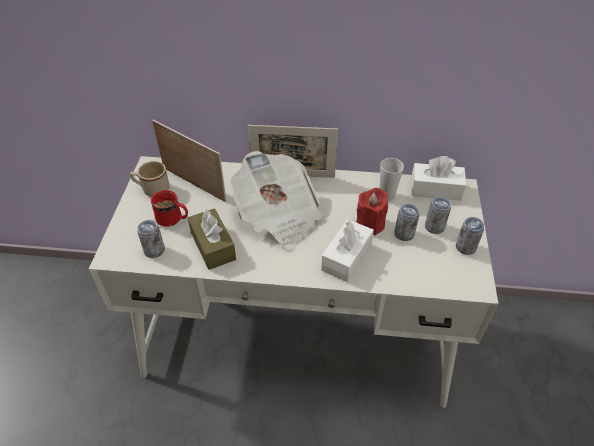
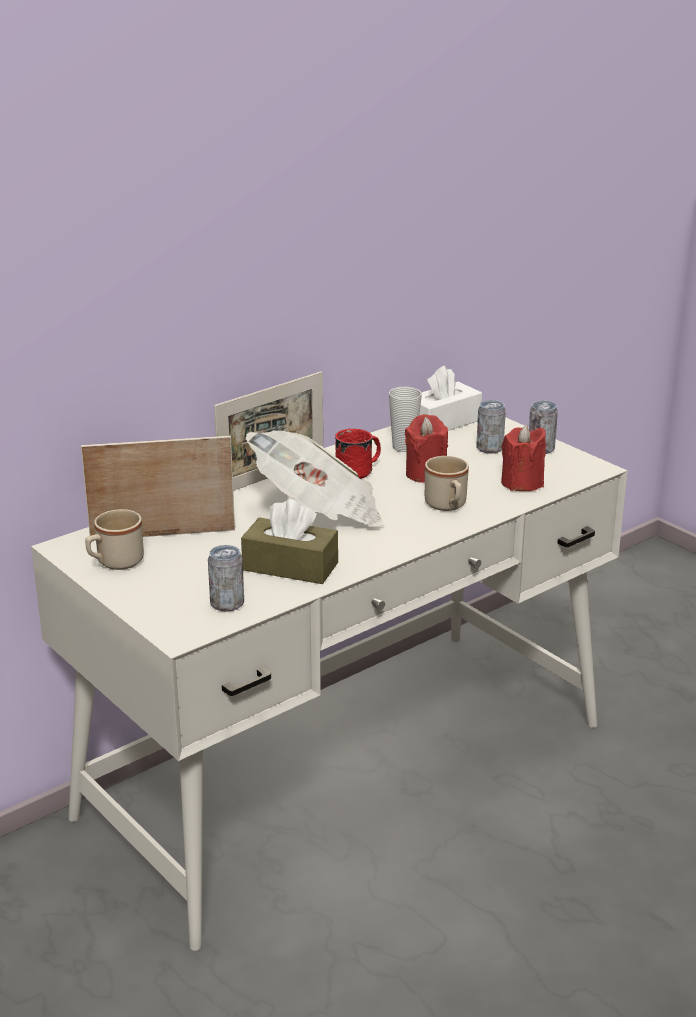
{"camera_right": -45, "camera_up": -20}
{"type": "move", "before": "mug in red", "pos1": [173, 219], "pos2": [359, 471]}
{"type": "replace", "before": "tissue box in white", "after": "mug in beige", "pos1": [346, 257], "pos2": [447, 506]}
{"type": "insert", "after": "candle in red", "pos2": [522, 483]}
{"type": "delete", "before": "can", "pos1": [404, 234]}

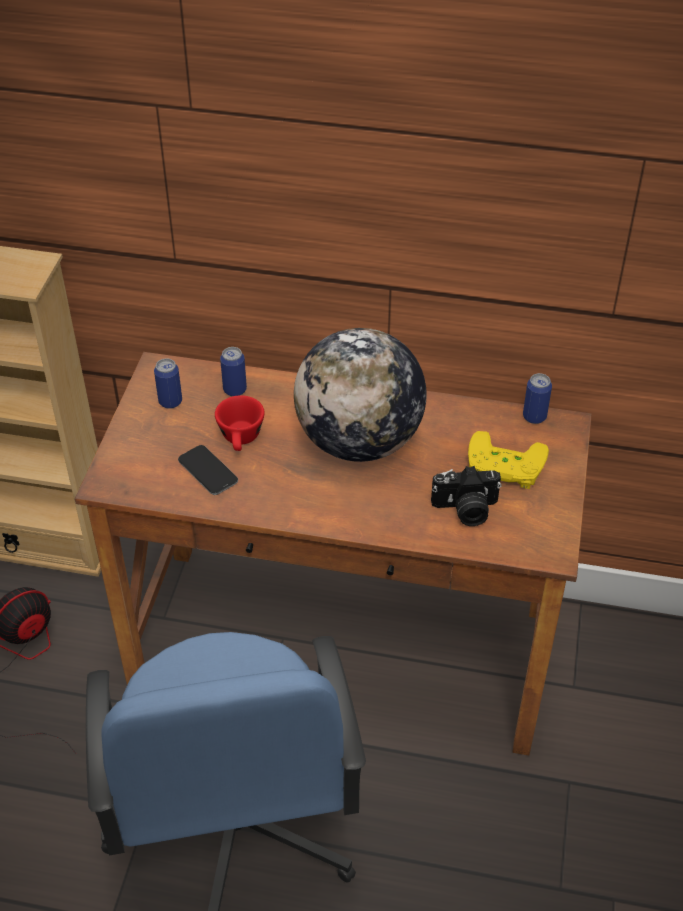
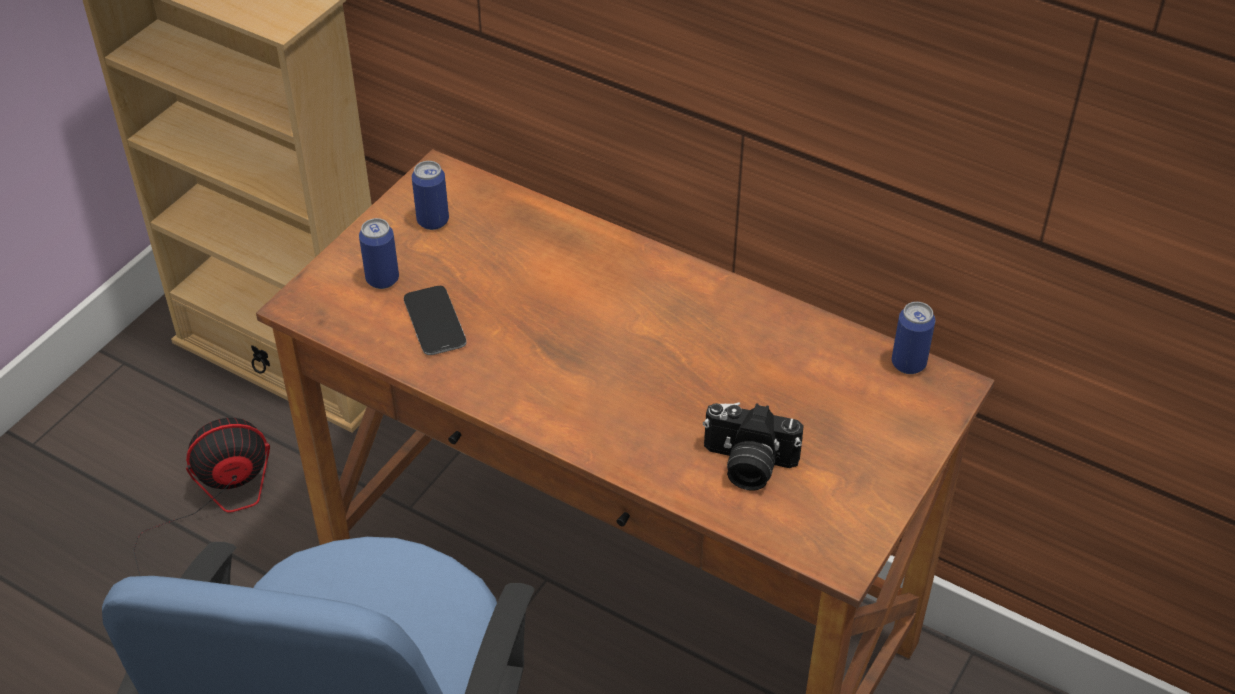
{"camera_right": 20, "camera_up": 0}
{"type": "move", "before": "can", "pos1": [235, 390], "pos2": [382, 279]}
{"type": "delete", "before": "cup in red", "pos1": [241, 439]}
{"type": "delete", "before": "globe", "pos1": [359, 441]}
{"type": "delete", "before": "game controller in yellow", "pos1": [503, 467]}

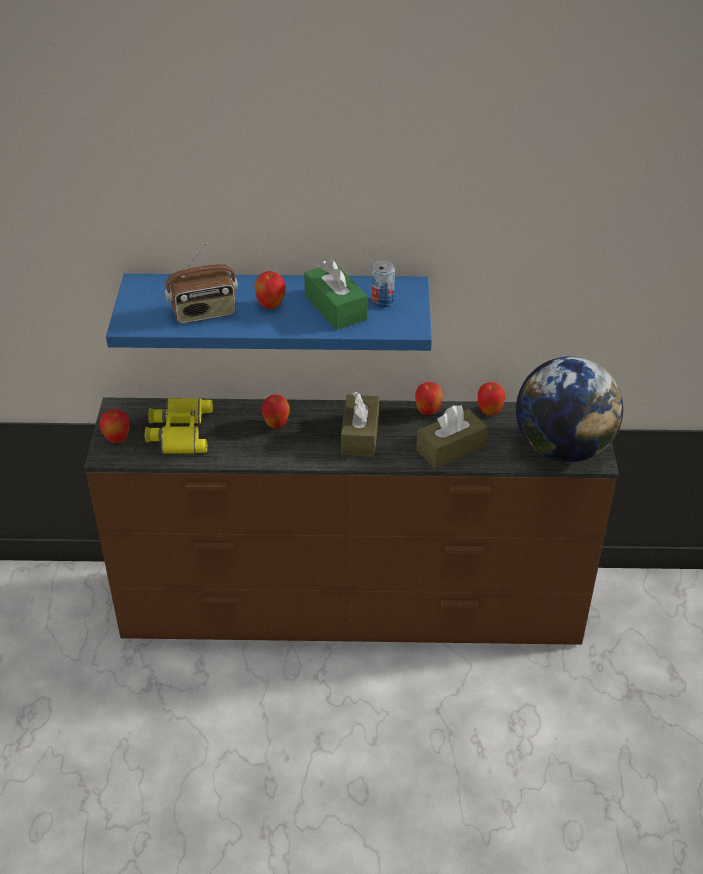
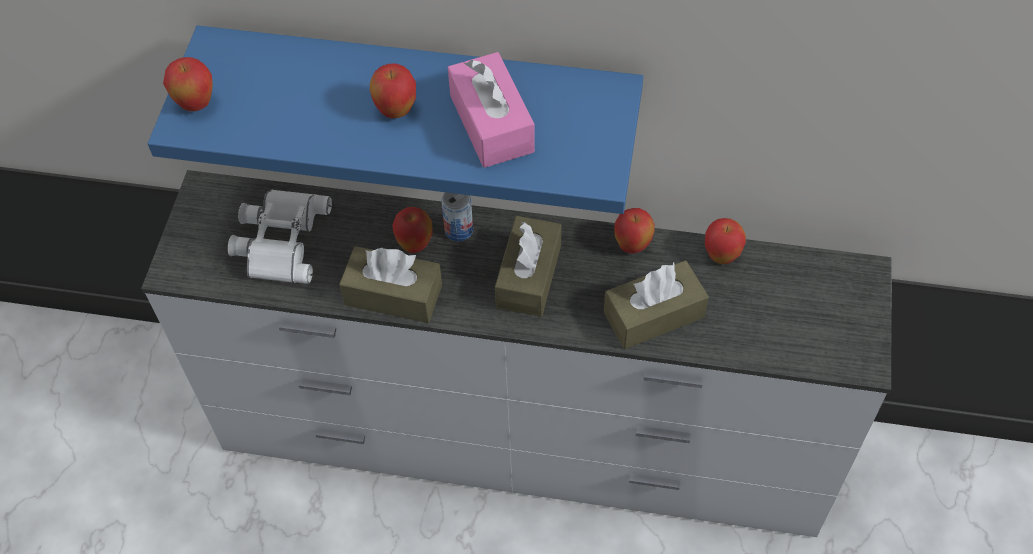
{"camera_right": 10, "camera_up": 15}
{"type": "recolor", "before": "dresser in brown", "after": "dresser in white", "pos1": [352, 608], "pos2": [523, 441]}
{"type": "move", "before": "apple", "pos1": [117, 440], "pos2": [196, 104]}
{"type": "recolor", "before": "binoculars in yellow", "after": "binoculars in white", "pos1": [178, 431], "pos2": [279, 240]}
{"type": "insert", "after": "tissue box in brown", "pos2": [393, 295]}
{"type": "move", "before": "can", "pos1": [382, 302], "pos2": [459, 230]}
{"type": "recolor", "before": "tissue box in green", "after": "tissue box in pink", "pos1": [335, 307], "pos2": [491, 123]}
{"type": "delete", "before": "radio", "pos1": [204, 313]}
{"type": "delete", "before": "globe", "pos1": [562, 448]}

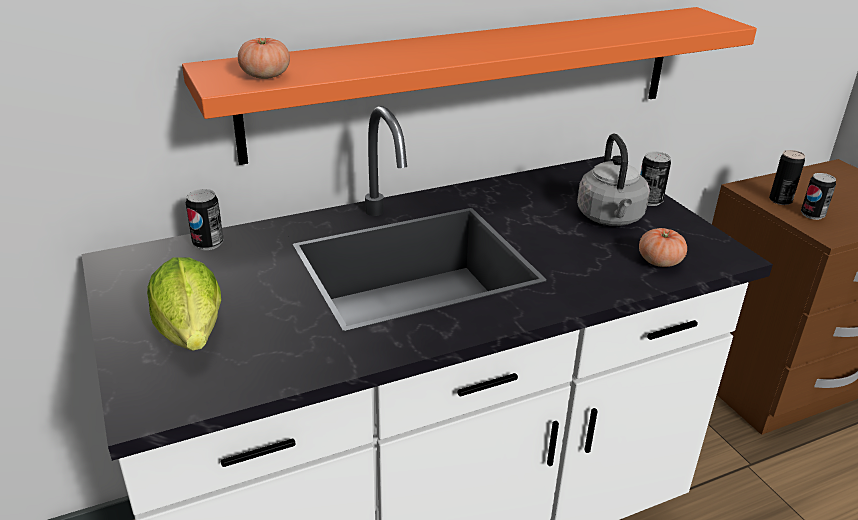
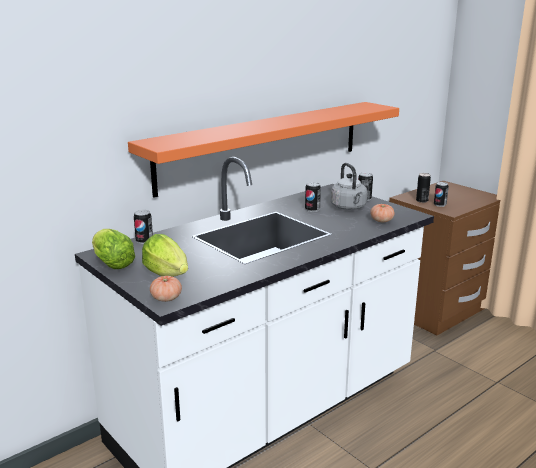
{"camera_right": -15, "camera_up": -10}
{"type": "insert", "after": "lettuce", "pos2": [111, 263]}
{"type": "move", "before": "tomato", "pos1": [265, 76], "pos2": [166, 298]}
{"type": "insert", "after": "can", "pos2": [312, 210]}

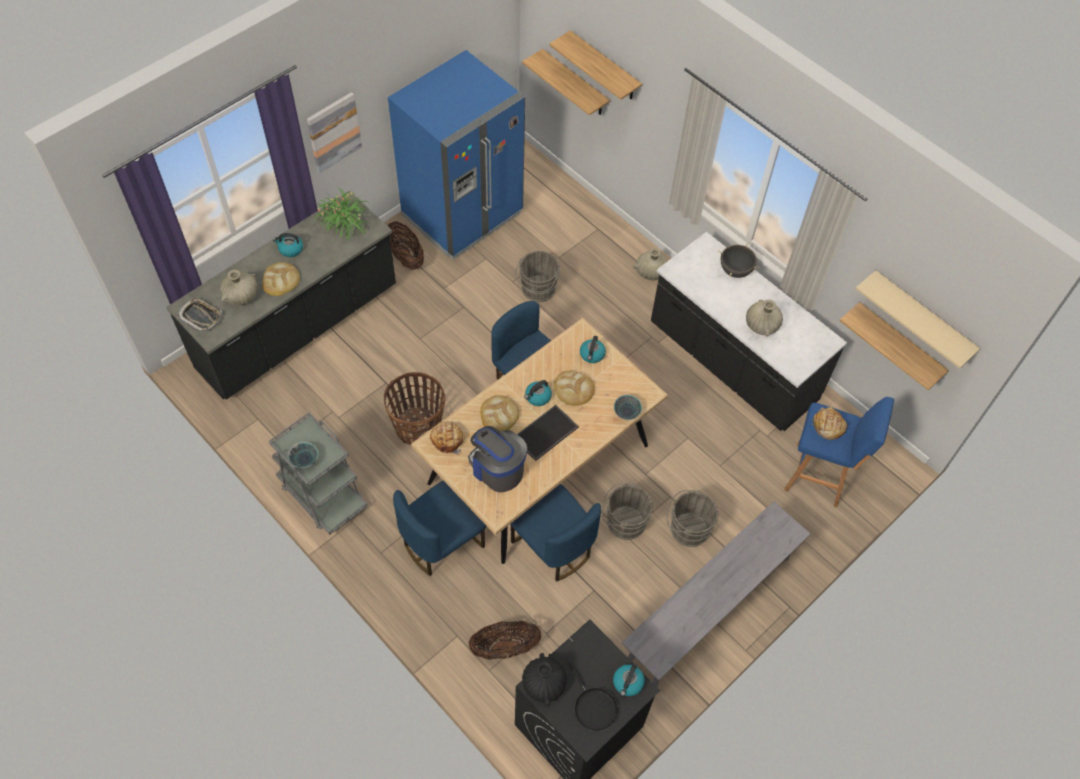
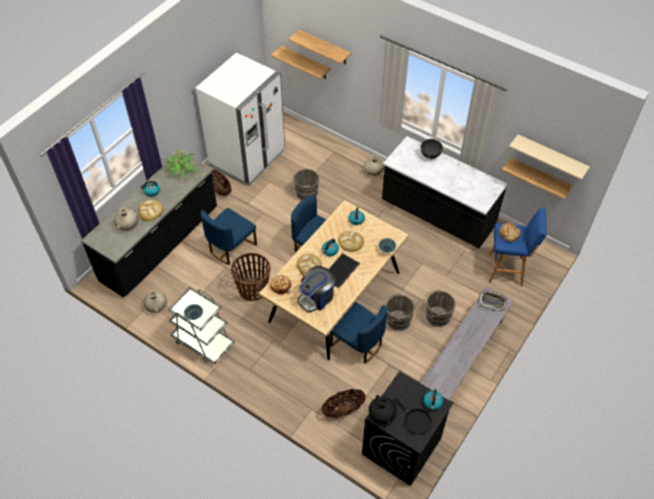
{"camera_right": -10, "camera_up": -5}
{"type": "move", "before": "vase in beige", "pos1": [761, 325], "pos2": [156, 306]}
{"type": "recolor", "before": "fridge in blue", "after": "fridge in white", "pos1": [462, 215], "pos2": [247, 158]}
{"type": "move", "before": "chair in blue", "pos1": [441, 542], "pos2": [231, 247]}
{"type": "rotate", "before": "coffee machine", "pos1": [497, 469], "pos2": [316, 297], "turn": -75}
{"type": "move", "before": "tray", "pos1": [201, 316], "pos2": [492, 301]}
{"type": "delete", "before": "picture", "pos1": [334, 132]}

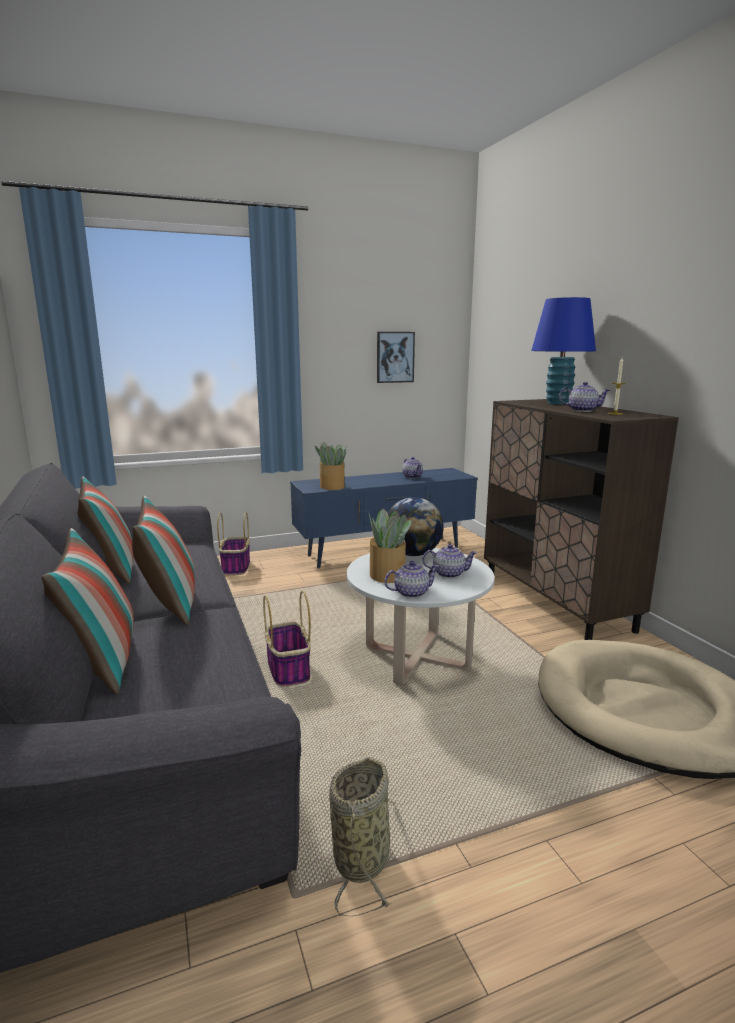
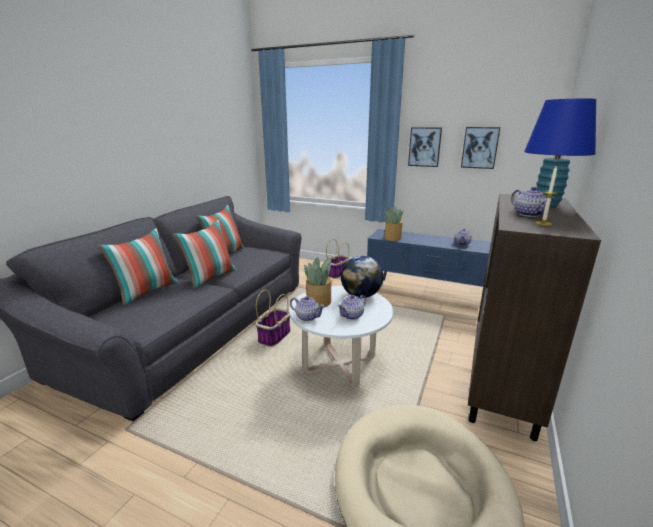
{"camera_right": 45, "camera_up": 5}
{"type": "rotate", "before": "teapot", "pos1": [448, 574], "pos2": [352, 315], "turn": 90}
{"type": "insert", "after": "picture", "pos2": [424, 147]}
{"type": "delete", "before": "basket", "pos1": [363, 856]}

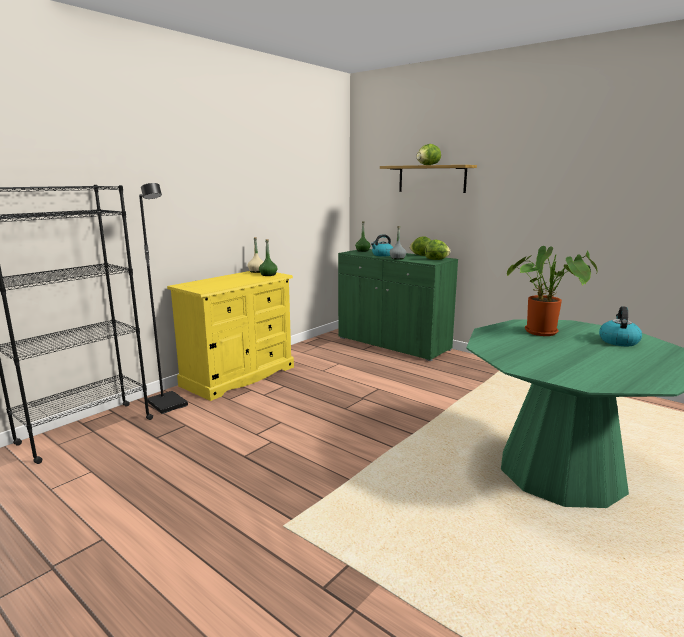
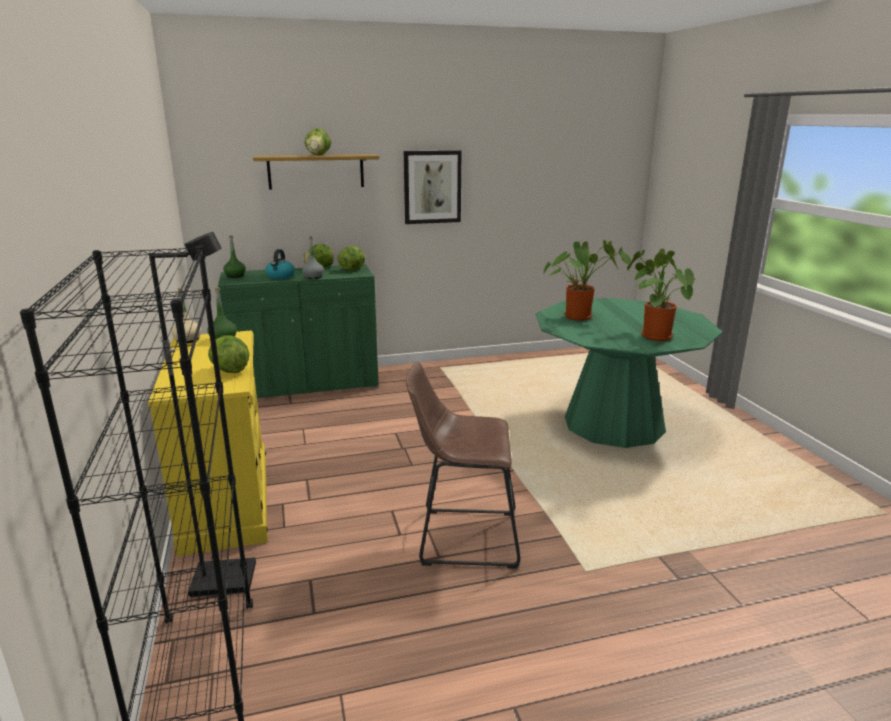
{"camera_right": -55, "camera_up": 5}
{"type": "insert", "after": "lettuce", "pos2": [229, 371]}
{"type": "insert", "after": "picture", "pos2": [432, 187]}
{"type": "insert", "after": "stool in brown", "pos2": [462, 537]}
{"type": "insert", "after": "potted plant", "pos2": [653, 336]}
{"type": "delete", "before": "kettle", "pos1": [618, 341]}

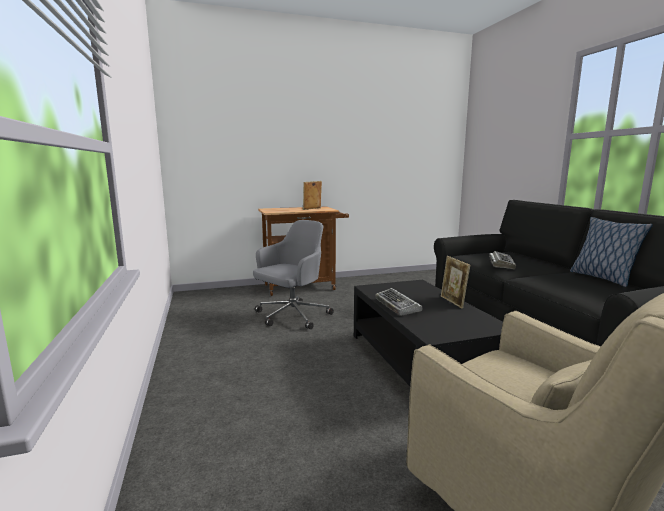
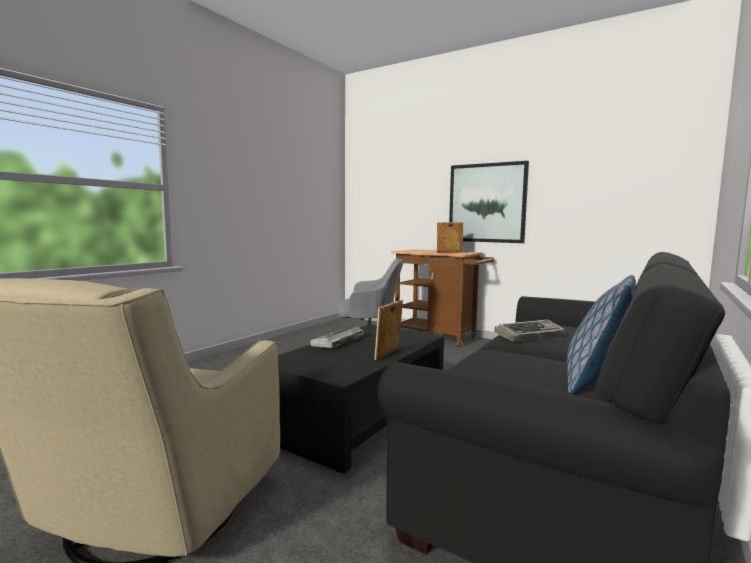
{"camera_right": 50, "camera_up": -5}
{"type": "insert", "after": "picture", "pos2": [487, 203]}

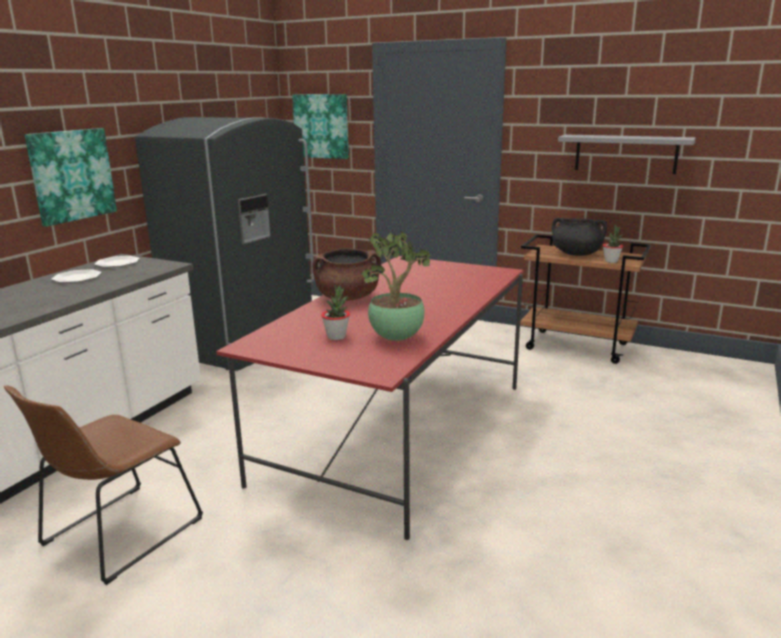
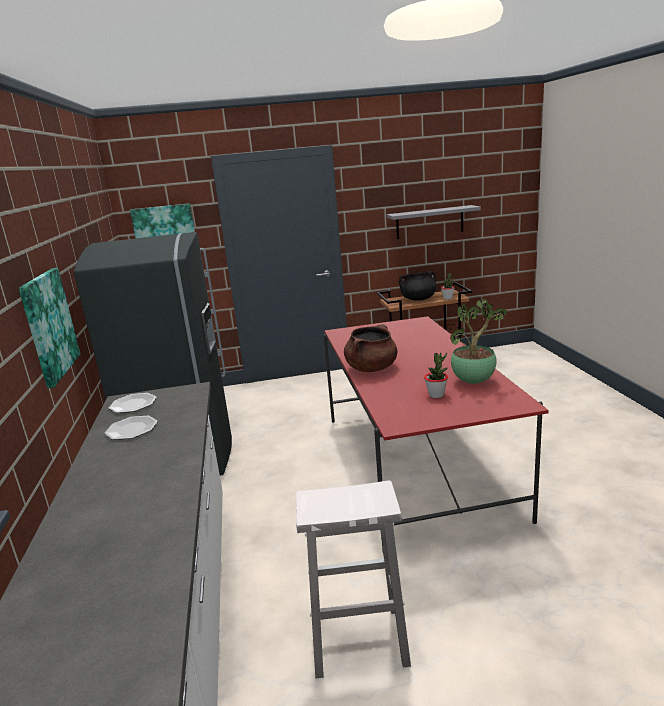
{"camera_right": -35, "camera_up": 0}
{"type": "replace", "before": "chair in brown", "after": "stool in white", "pos1": [117, 535], "pos2": [357, 641]}

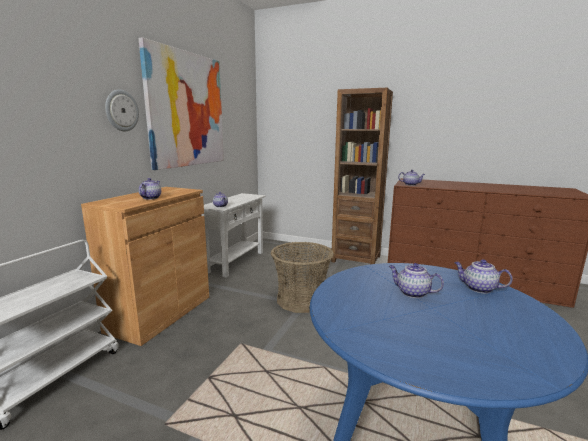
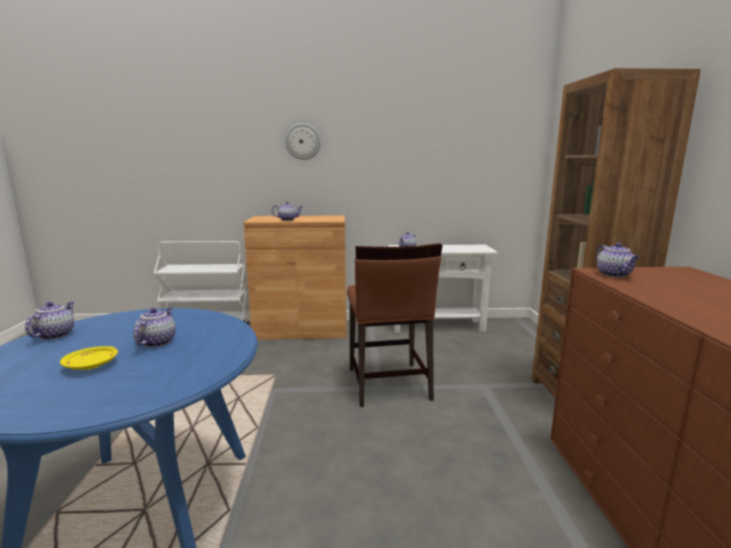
{"camera_right": 65, "camera_up": 0}
{"type": "move", "before": "teapot", "pos1": [478, 288], "pos2": [55, 335]}
{"type": "insert", "after": "plate in yellow", "pos2": [92, 365]}
{"type": "replace", "before": "basket", "after": "chair in brown", "pos1": [301, 300], "pos2": [388, 384]}
{"type": "delete", "before": "picture", "pos1": [186, 110]}

